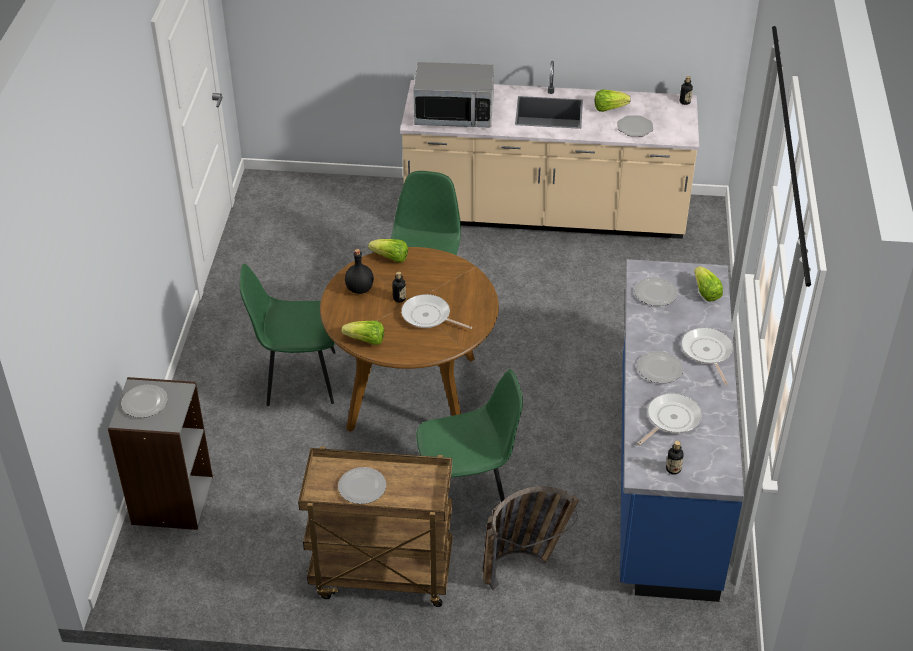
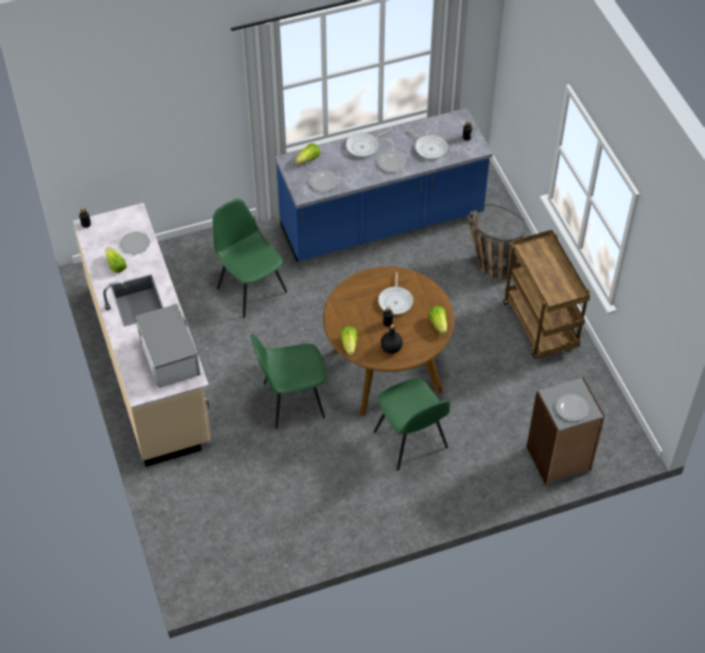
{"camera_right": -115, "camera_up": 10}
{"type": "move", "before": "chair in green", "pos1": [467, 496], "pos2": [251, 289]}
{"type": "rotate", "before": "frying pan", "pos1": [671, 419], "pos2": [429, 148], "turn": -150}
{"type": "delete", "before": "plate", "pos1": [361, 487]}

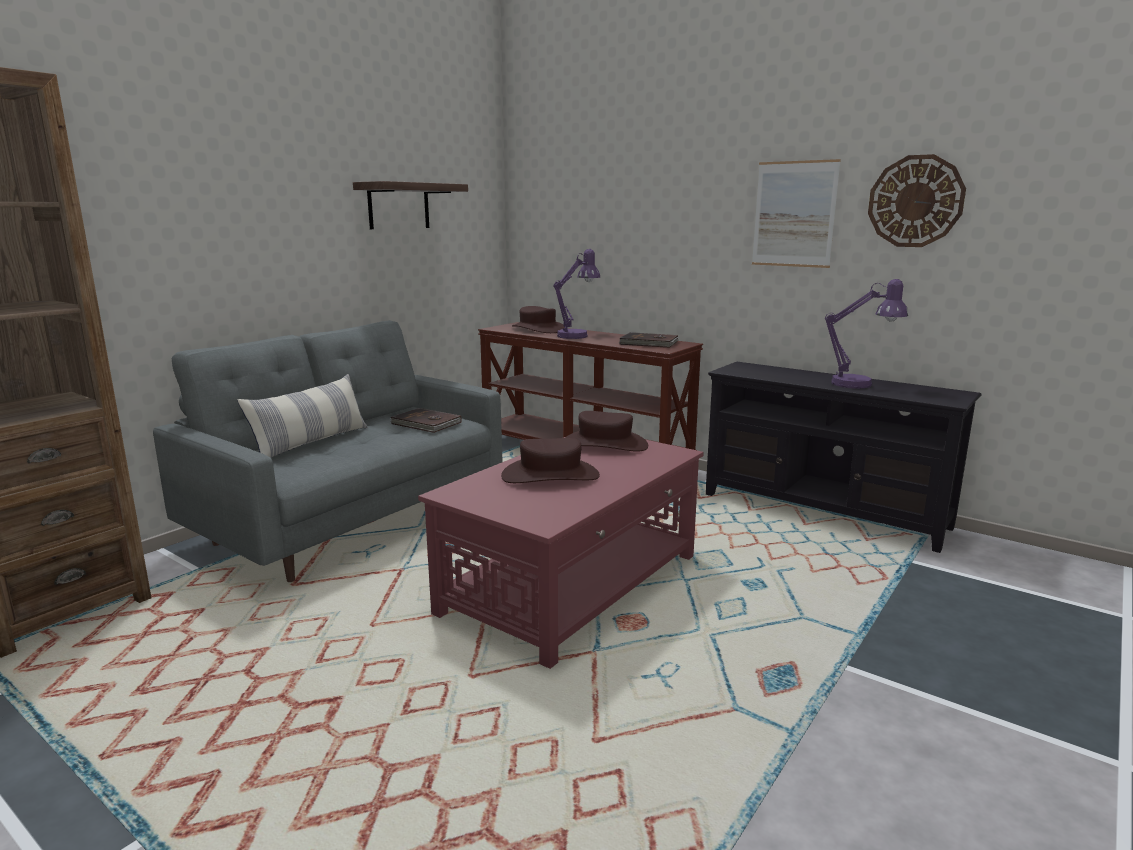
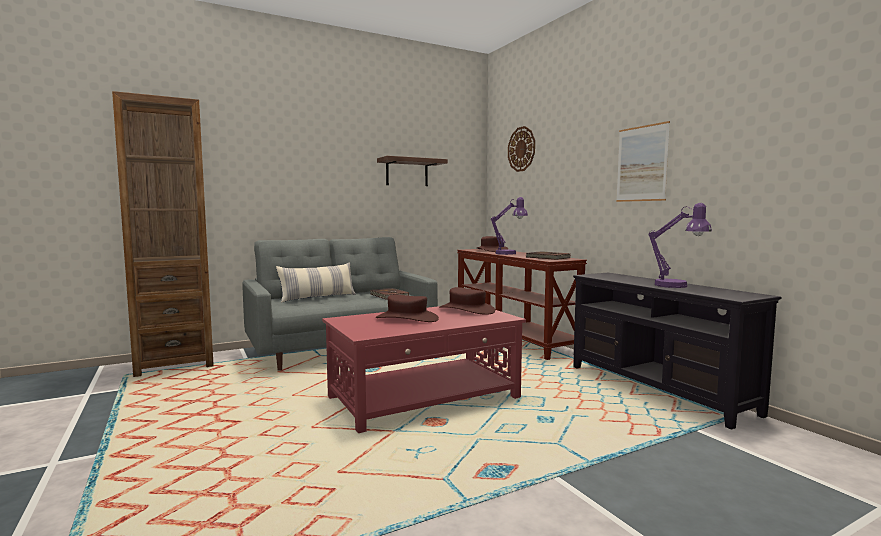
{"camera_right": 25, "camera_up": -10}
{"type": "move", "before": "wall clock", "pos1": [915, 201], "pos2": [521, 149]}

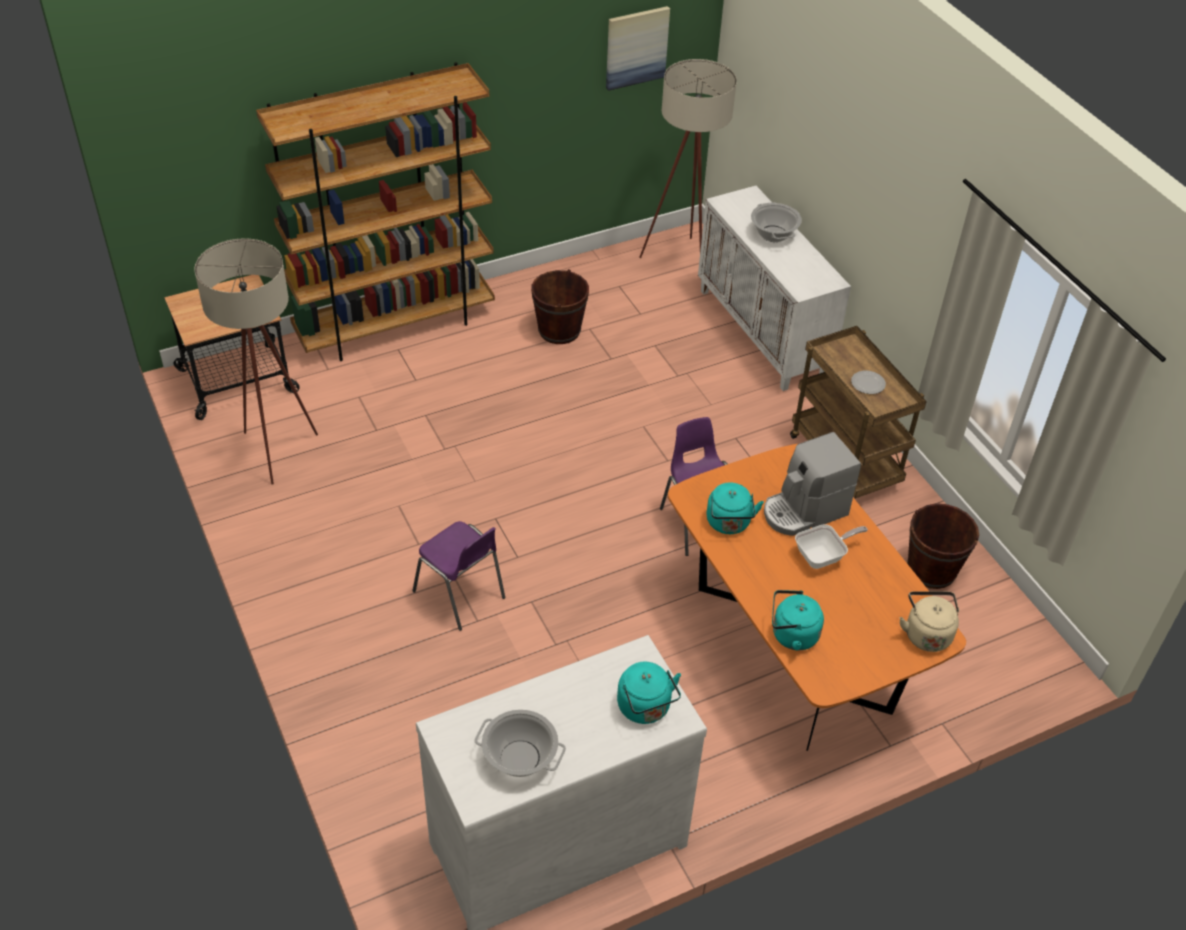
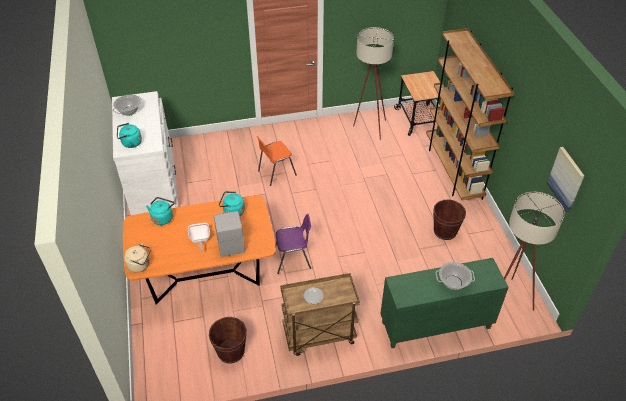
{"camera_right": 105, "camera_up": 0}
{"type": "recolor", "before": "chair in purple", "after": "chair in orange", "pos1": [460, 596], "pos2": [276, 173]}
{"type": "recolor", "before": "cabinet in white", "after": "cabinet in green", "pos1": [763, 333], "pos2": [435, 325]}

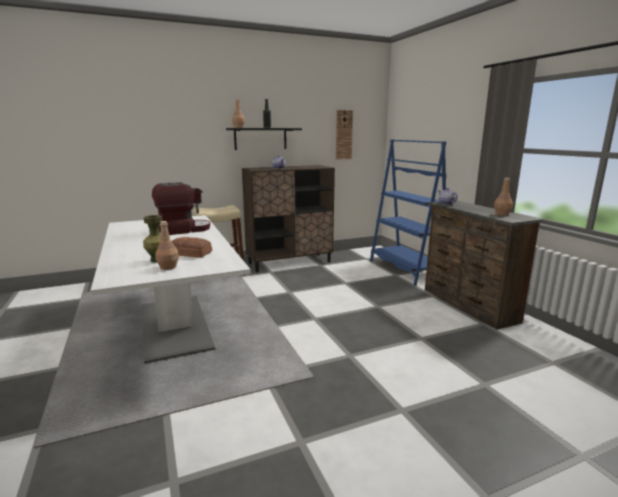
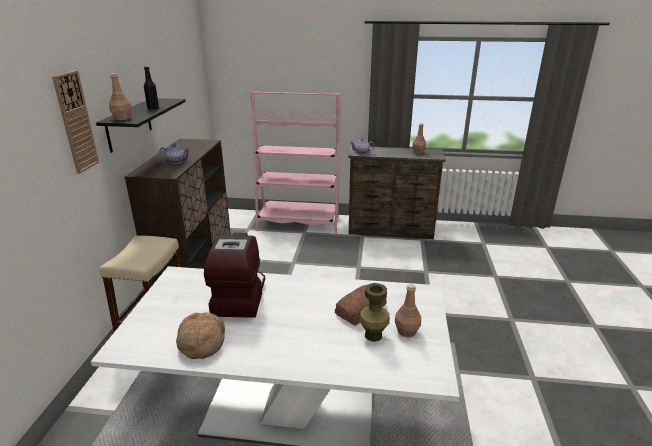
{"camera_right": -60, "camera_up": 10}
{"type": "move", "before": "wall clock", "pos1": [344, 135], "pos2": [76, 122]}
{"type": "insert", "after": "bread", "pos2": [201, 342]}
{"type": "recolor", "before": "bookcase in blue", "after": "bookcase in pink", "pos1": [406, 269], "pos2": [298, 223]}

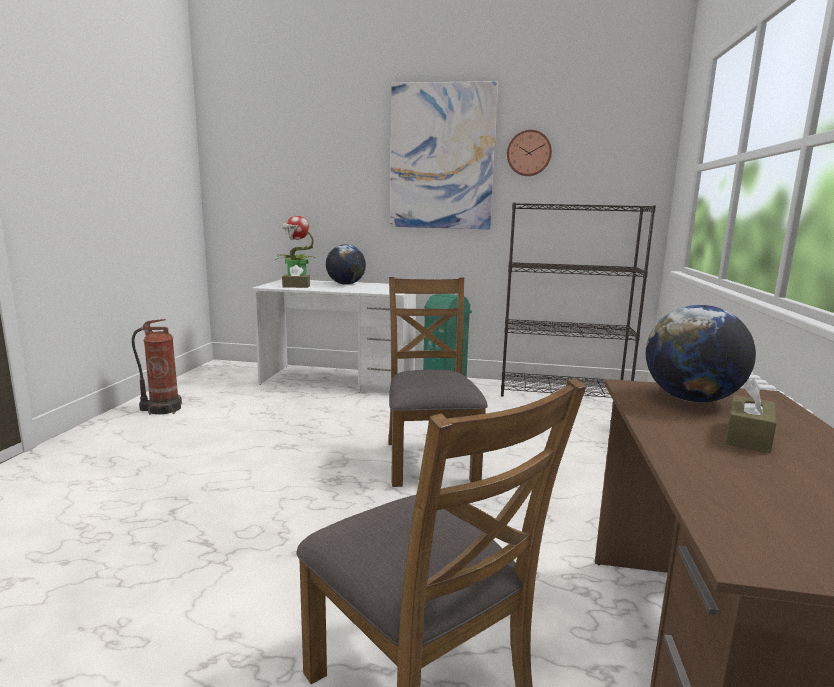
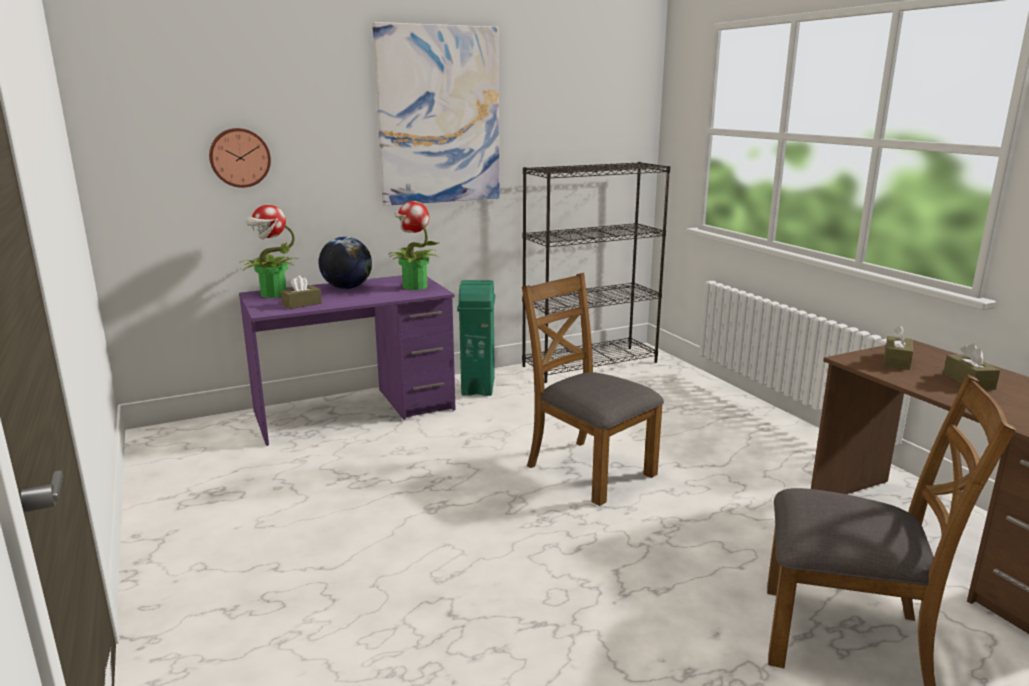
{"camera_right": -35, "camera_up": 5}
{"type": "move", "before": "wall clock", "pos1": [528, 153], "pos2": [239, 157]}
{"type": "recolor", "before": "desk in white", "after": "desk in purple", "pos1": [339, 380], "pos2": [355, 411]}
{"type": "insert", "after": "potted plant", "pos2": [414, 286]}
{"type": "replace", "before": "globe", "after": "tissue box in brown", "pos1": [691, 399], "pos2": [896, 361]}
{"type": "delete", "before": "fire extinguisher", "pos1": [163, 409]}

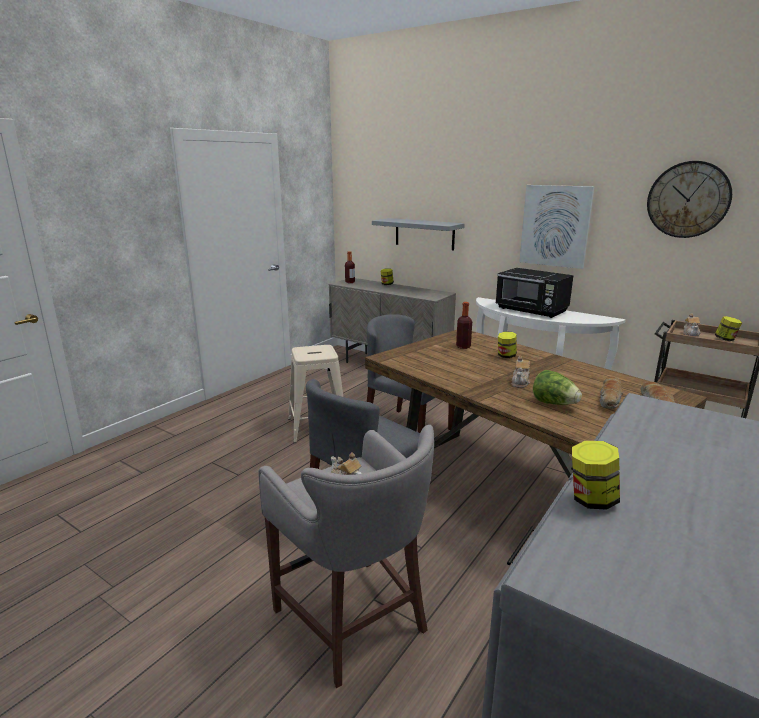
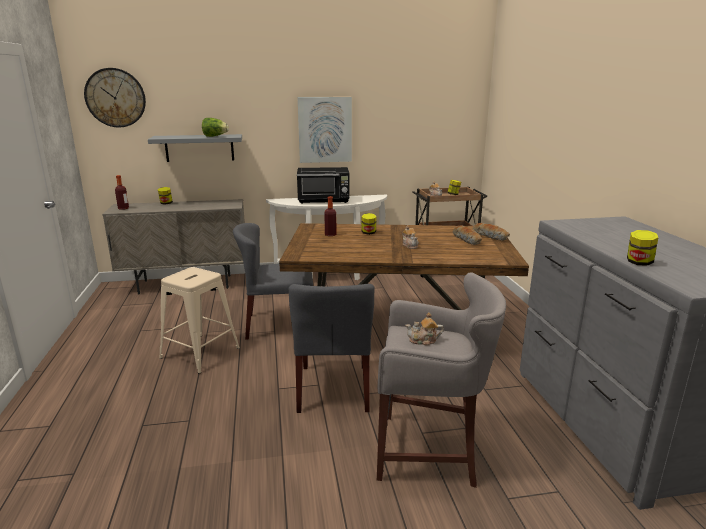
{"camera_right": -45, "camera_up": 0}
{"type": "move", "before": "wall clock", "pos1": [688, 199], "pos2": [115, 98]}
{"type": "move", "before": "lettuce", "pos1": [554, 403], "pos2": [215, 136]}

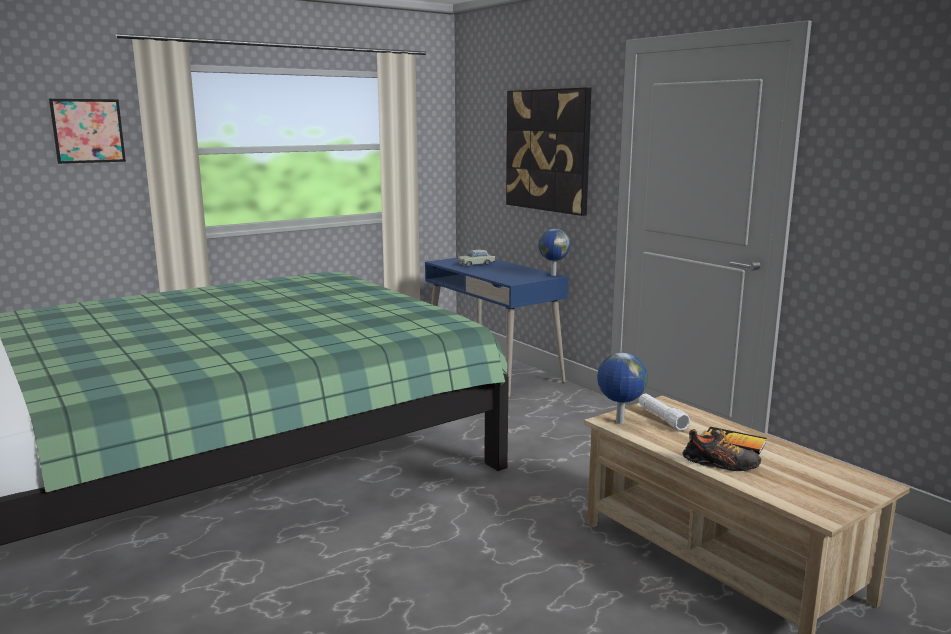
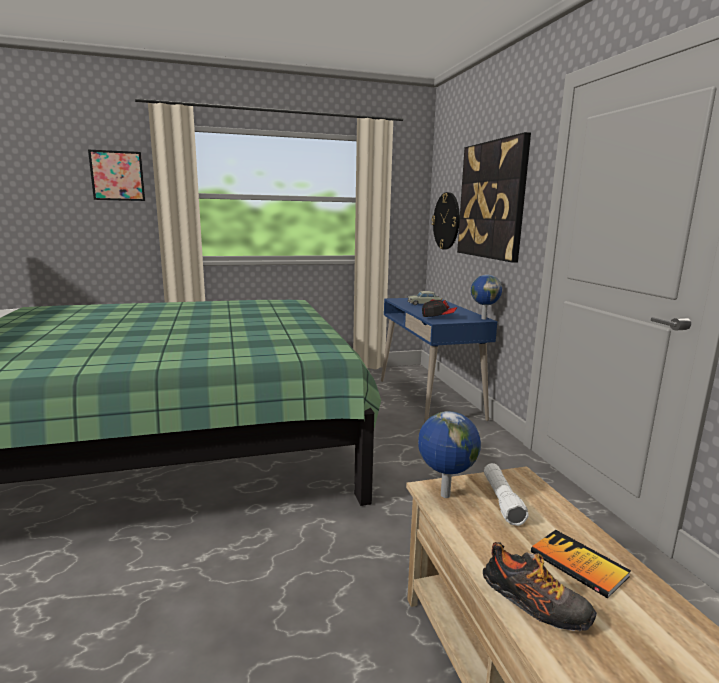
{"camera_right": 20, "camera_up": 0}
{"type": "insert", "after": "cap", "pos2": [438, 317]}
{"type": "insert", "after": "wall clock", "pos2": [446, 221]}

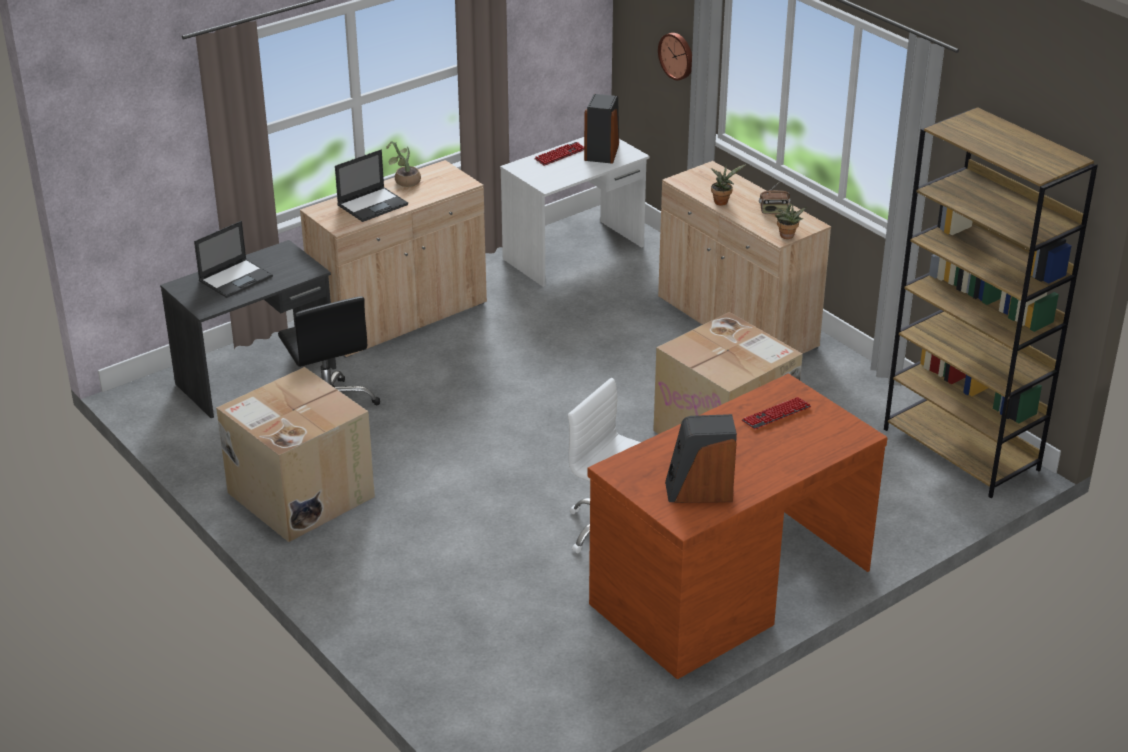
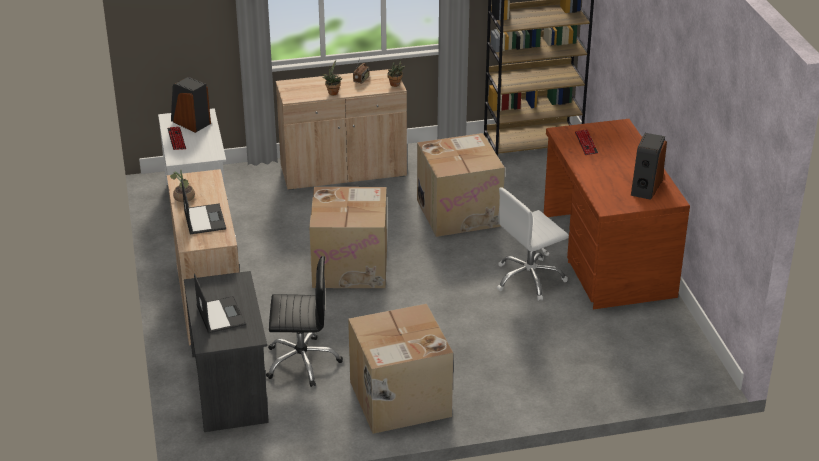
{"camera_right": -65, "camera_up": 0}
{"type": "insert", "after": "cardboard box", "pos2": [351, 266]}
{"type": "delete", "before": "wall clock", "pos1": [677, 55]}

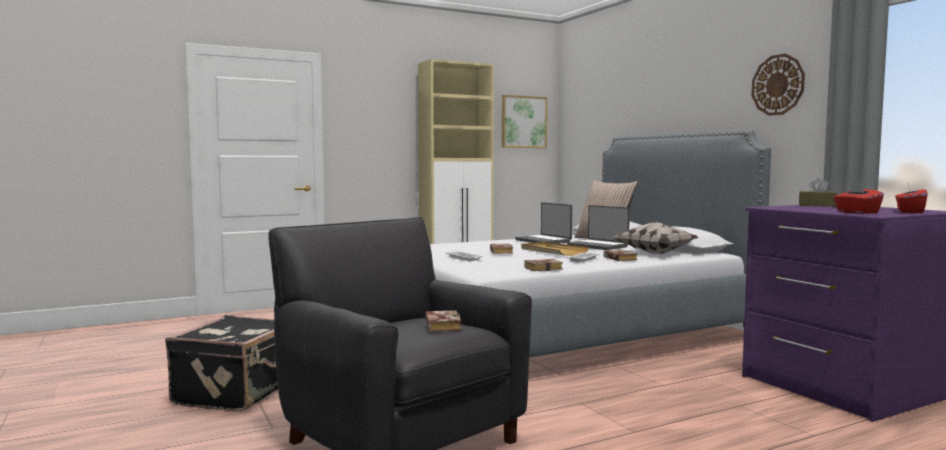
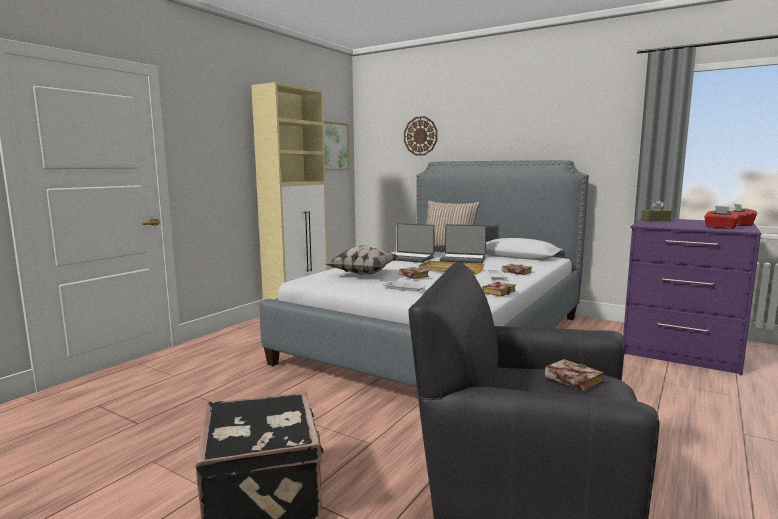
{"camera_right": -30, "camera_up": 5}
{"type": "move", "before": "pillow", "pos1": [654, 253], "pos2": [362, 273]}
{"type": "move", "before": "wall clock", "pos1": [778, 85], "pos2": [420, 136]}

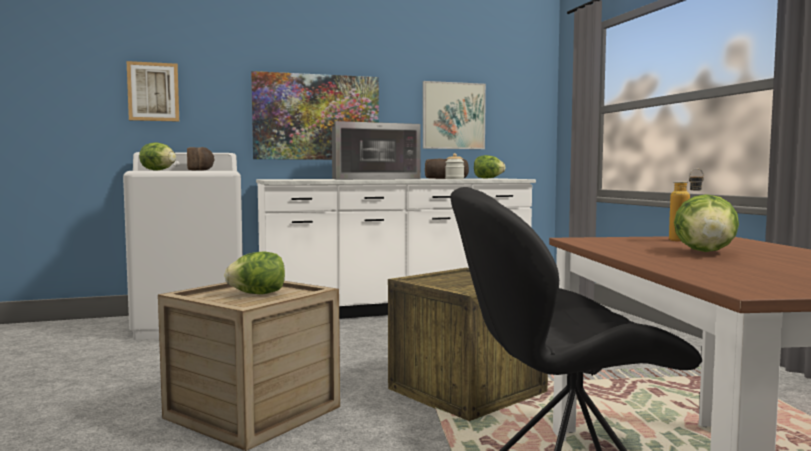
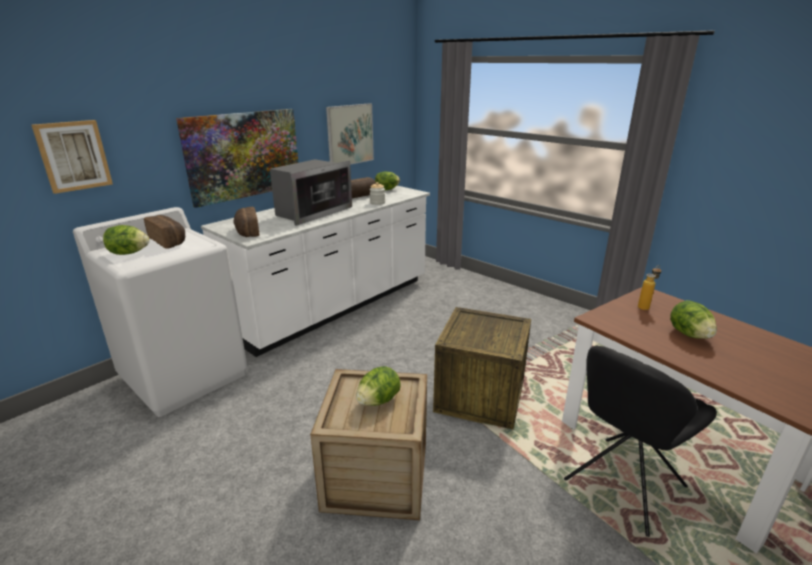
{"camera_right": -30, "camera_up": 20}
{"type": "insert", "after": "bread", "pos2": [246, 231]}

